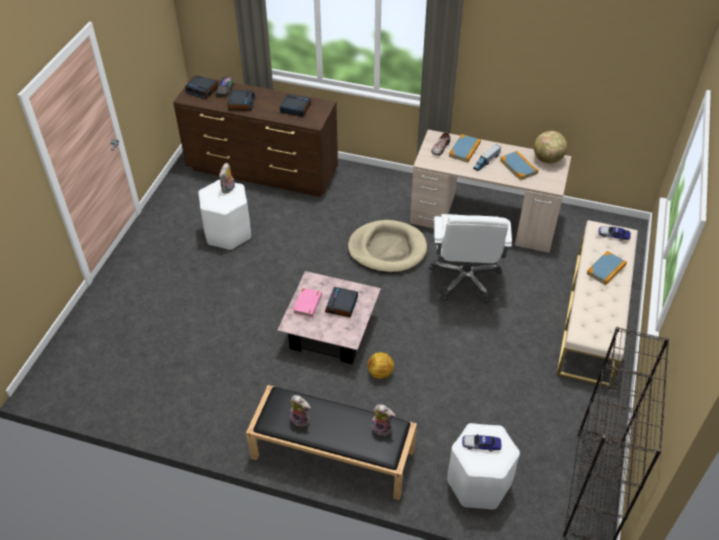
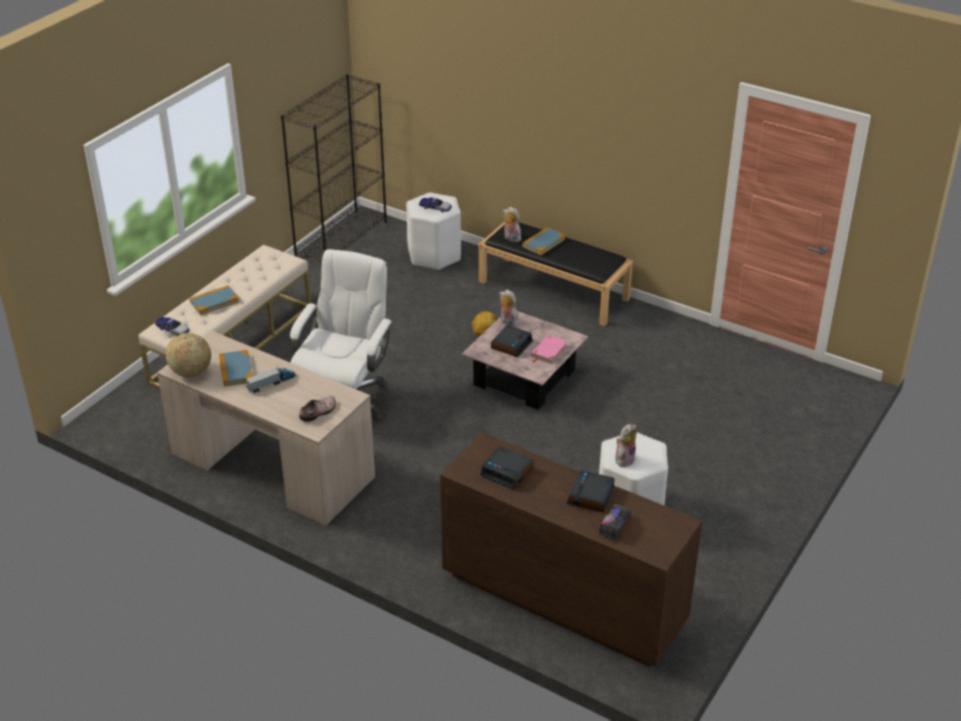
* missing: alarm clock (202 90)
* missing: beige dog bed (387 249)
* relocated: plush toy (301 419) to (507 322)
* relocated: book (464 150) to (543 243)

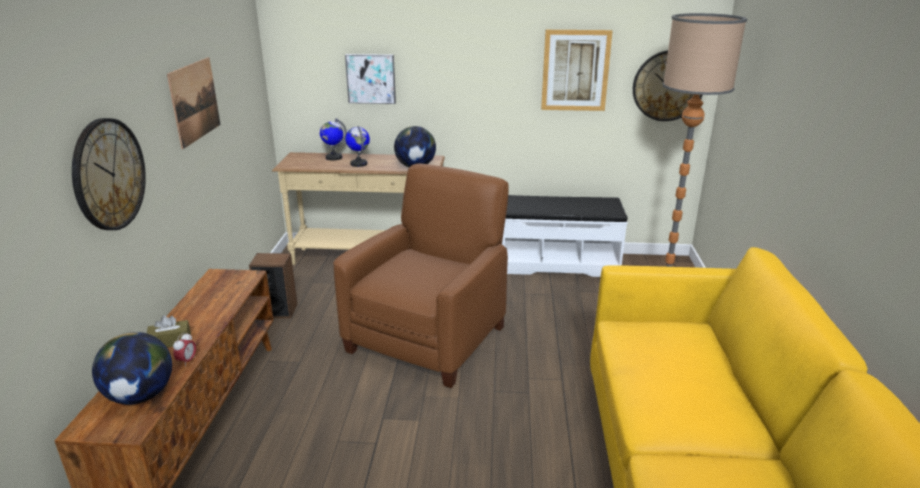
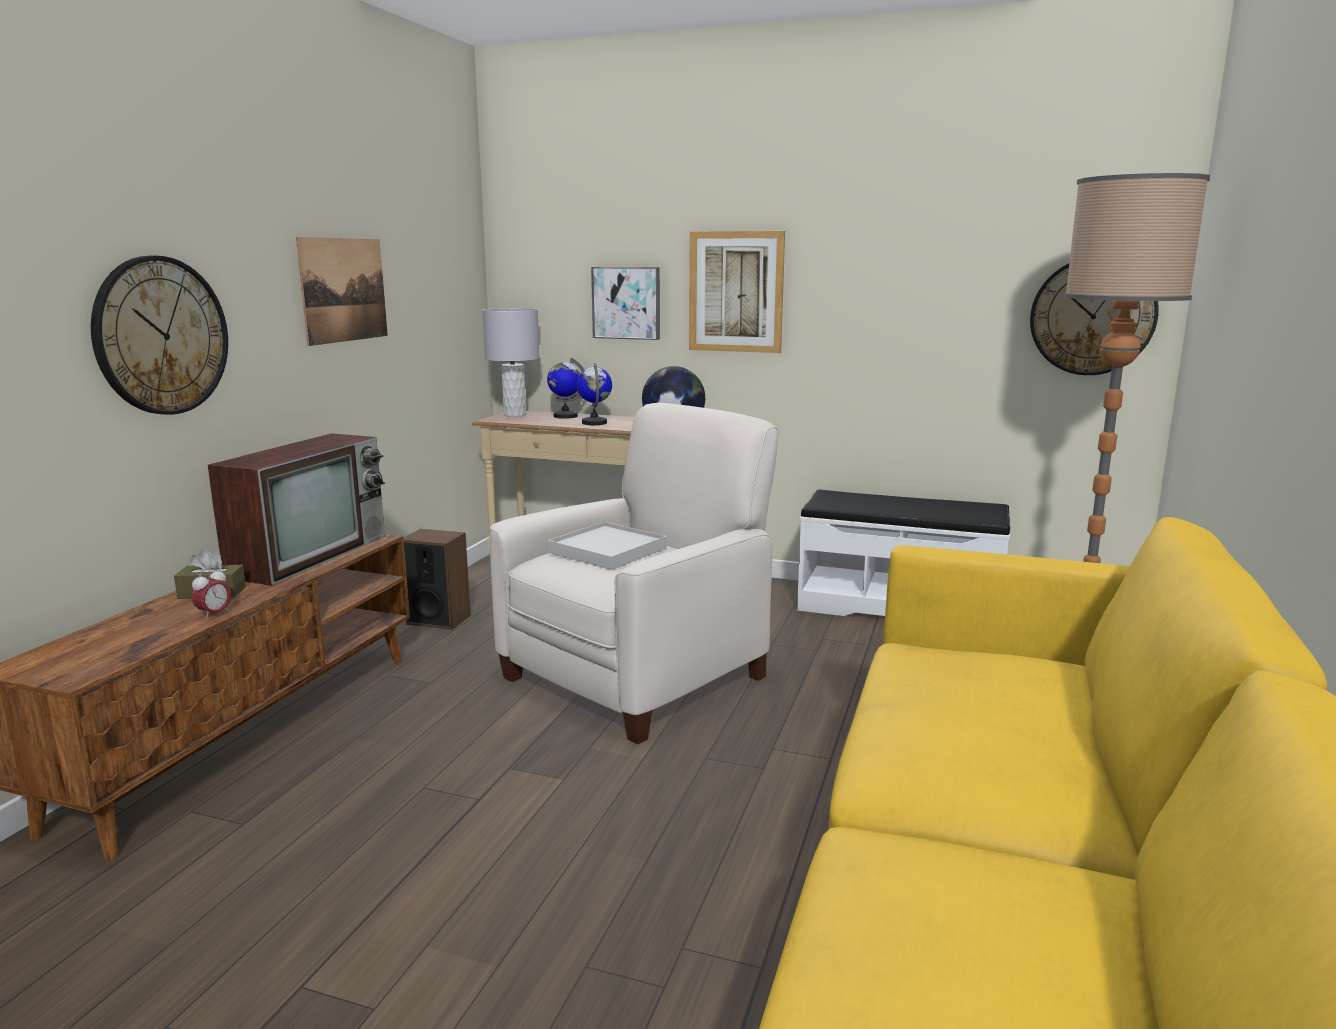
* missing: globe (140 396)
* appeared: television (311 554)
* appeared: grey table lamp (515 414)
* appeared: white tray (607 550)
* relocated: picture (575 70) to (736 292)
* colour: brown armchair (428 338) to white armchair (637 676)

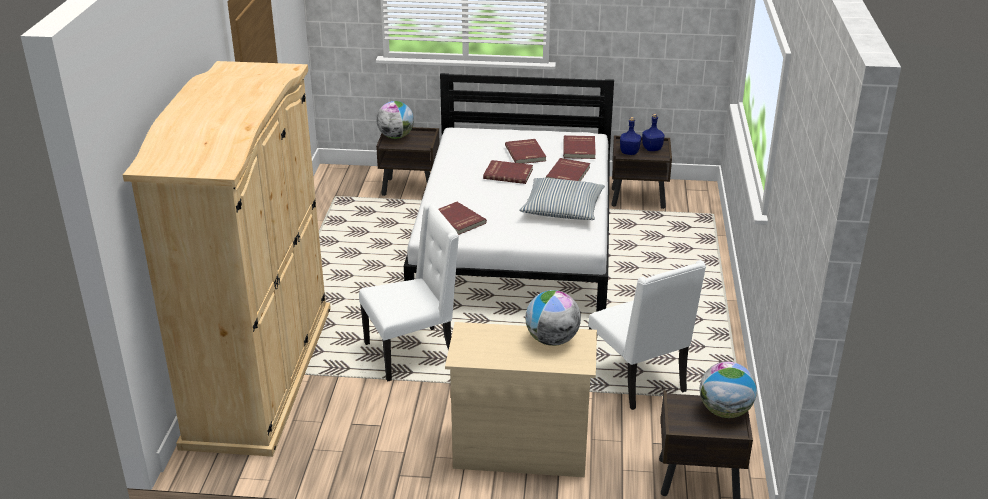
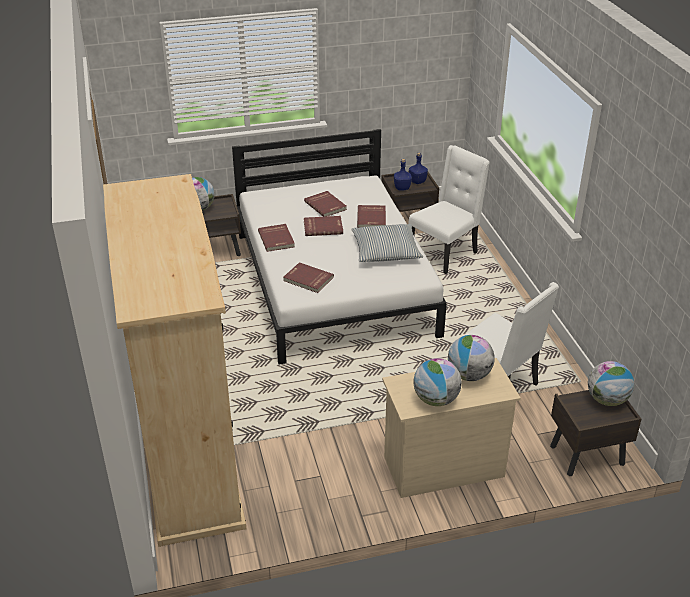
* appeared: globe (436 399)
* relocated: white chair (412 352) to (444 253)
* relocated: red book (580 149) to (277 239)

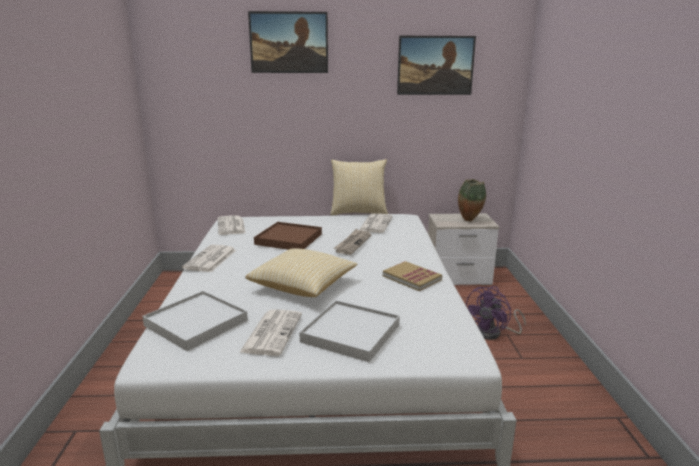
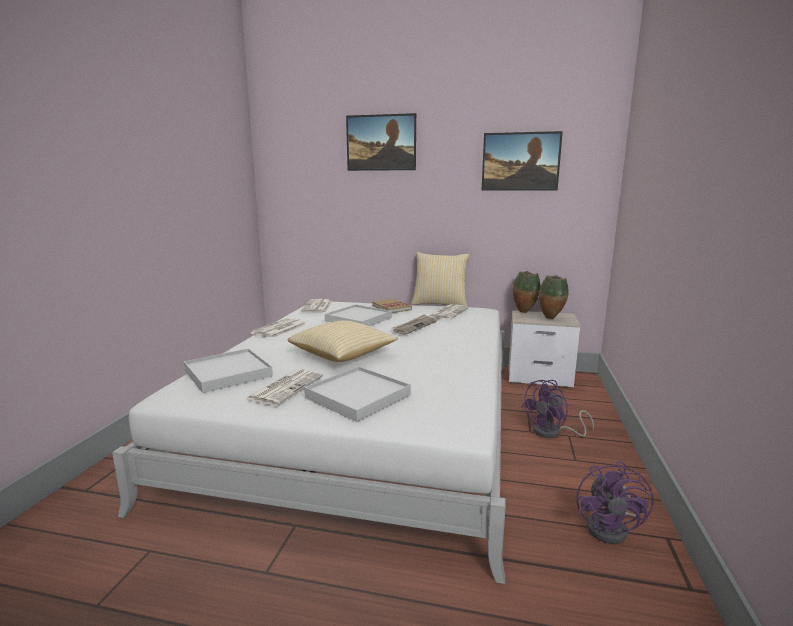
* appeared: vase (524 312)
* appeared: purple fan (612 528)
* relocated: book (412 278) to (391 308)
* colour: brown tray (288 239) to white tray (358 319)

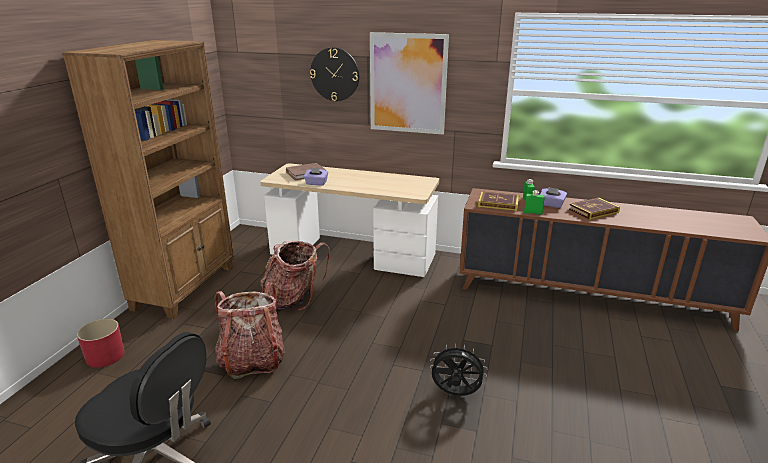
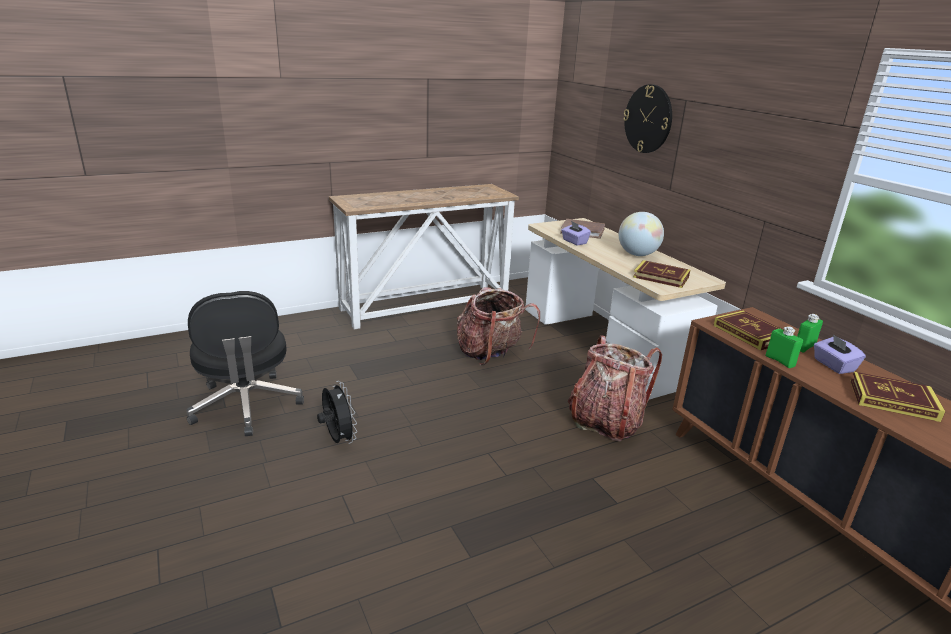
* missing: red planter (105 356)
* missing: picture (408 84)
* appeared: globe (637 254)
* appeared: book (661 277)
* relocated: backpack (252 360) to (605 421)
* relocated: black fan (455 394) to (338 439)
* exchanged: brown bookcase (186 287) to console table (426 305)

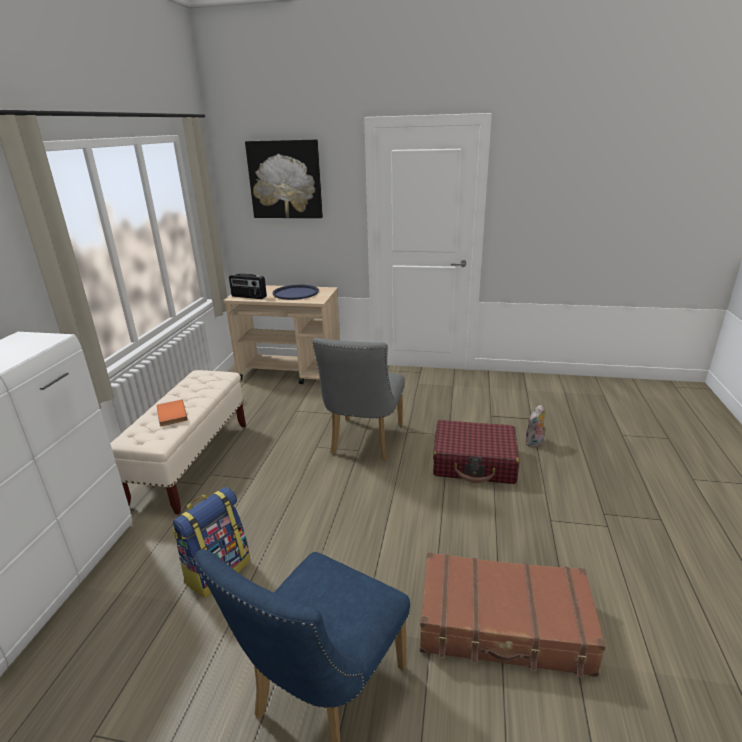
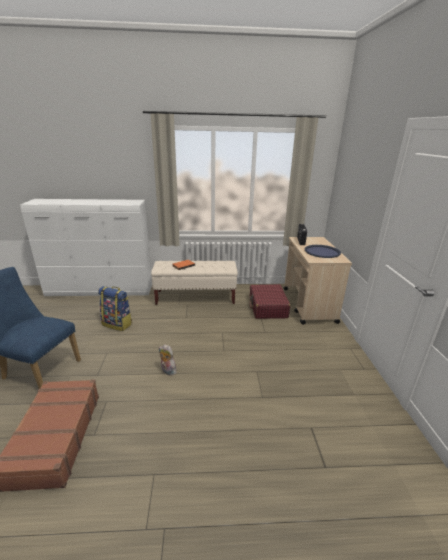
* missing: picture (285 180)
* missing: grey chair (364 442)
* relocated: red suitcase (474 462) to (267 307)
* relocated: plush toy (534 443) to (167 371)

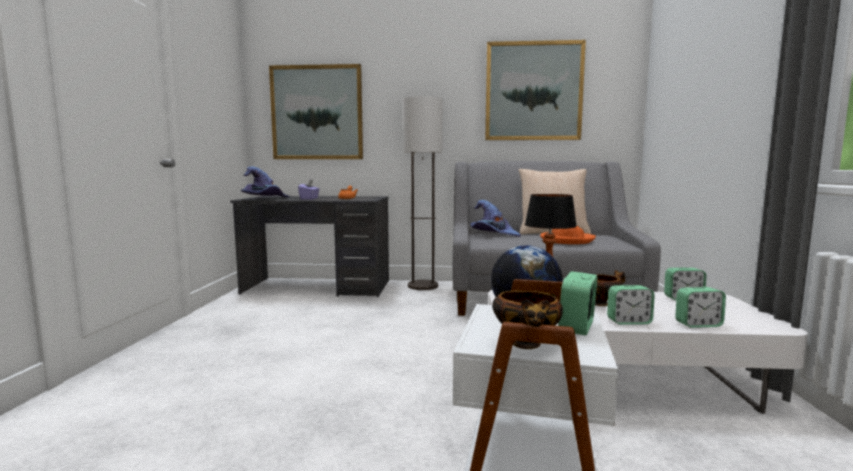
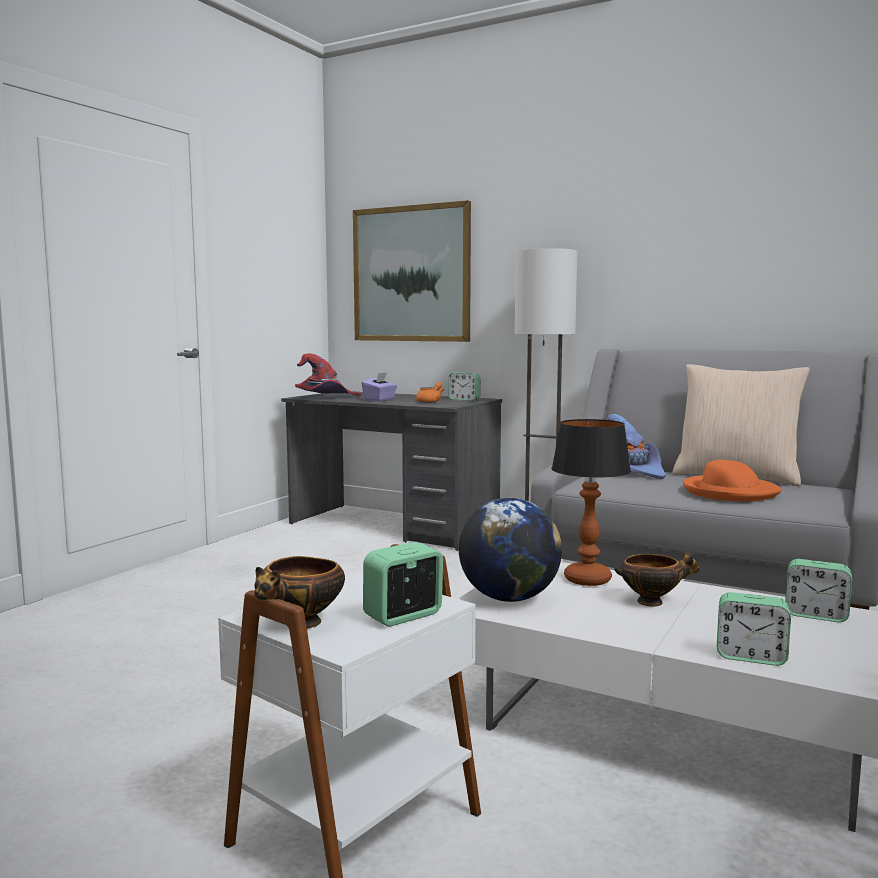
* missing: picture (533 91)
* relocated: alarm clock (629 321) to (464 400)
* colour: purple hat (264 199) to red hat (325 397)

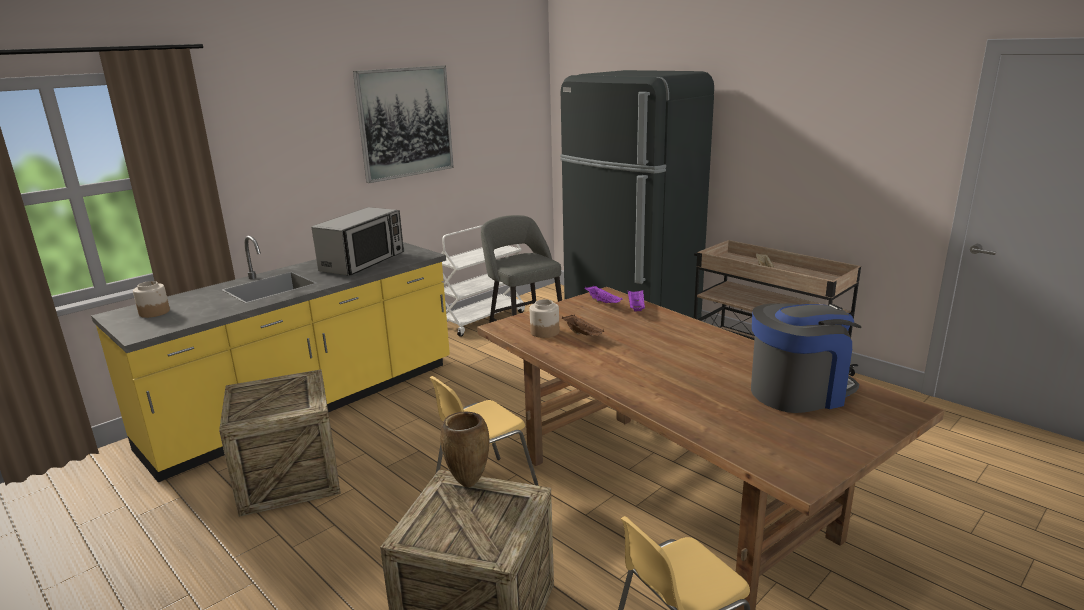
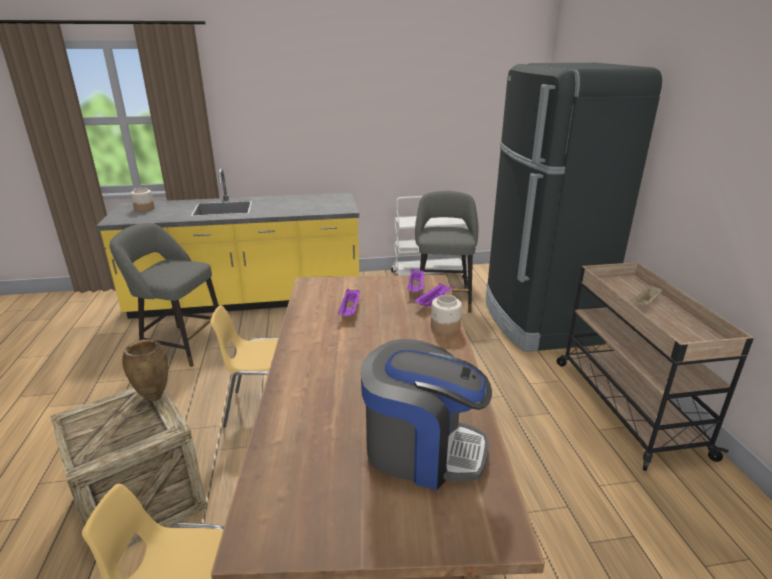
* missing: microwave (363 262)
* missing: picture (405 122)
* relocated: jar (545 332) to (445 327)
* exchanged: crate (289 478) to grey stool (180 345)
* colour: brown tray (583 334) to purple tray (350 311)

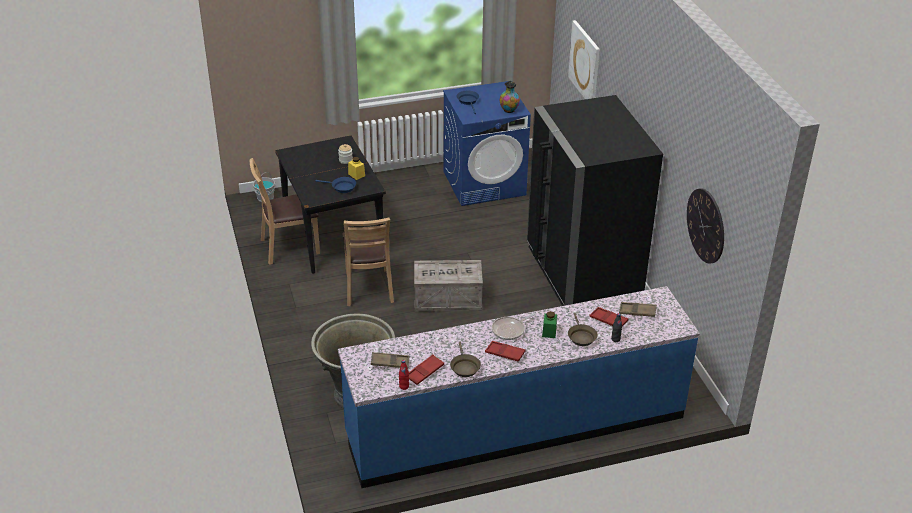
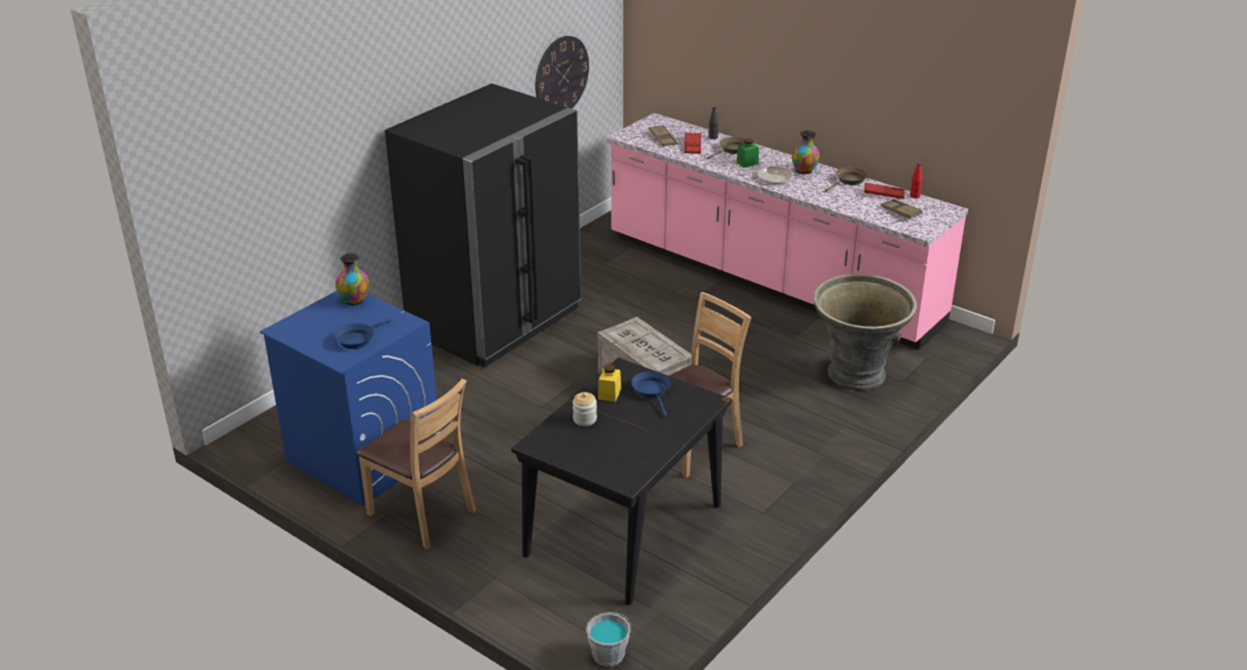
* missing: picture (585 63)
* relocated: brown chair (289 247) to (422 514)
* exchanged: red tray (505 353) to vase (804 171)
* colour: blue counter (515 426) to pink counter (770 281)

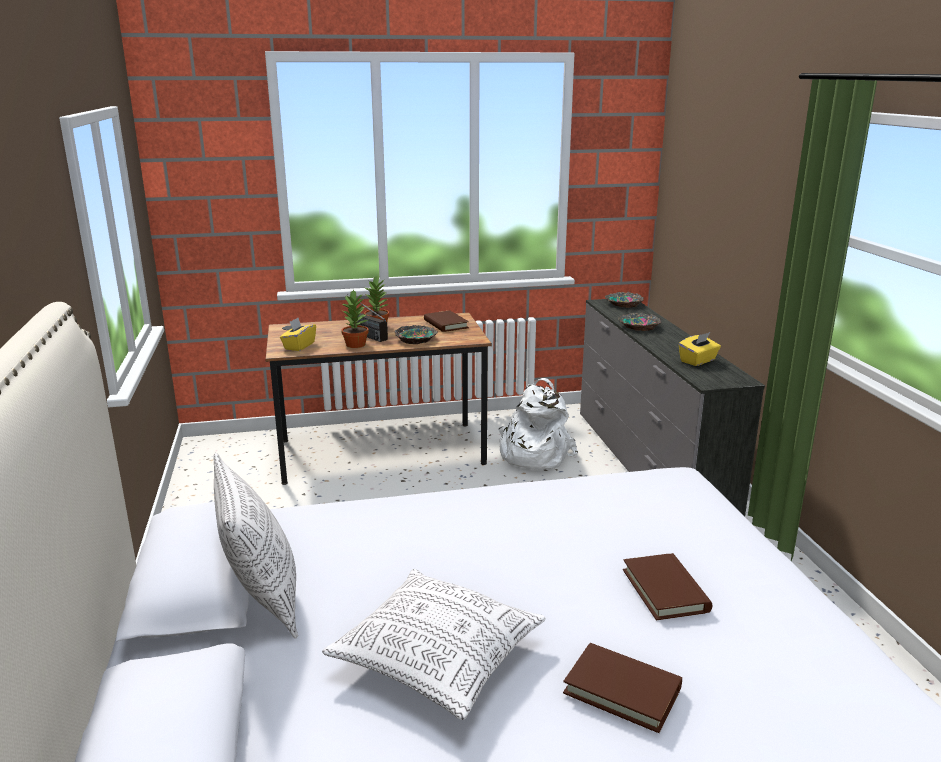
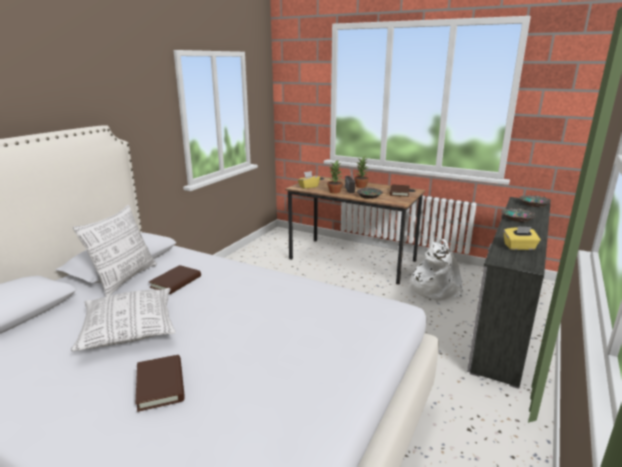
* relocated: brown book (665 590) to (176 282)

